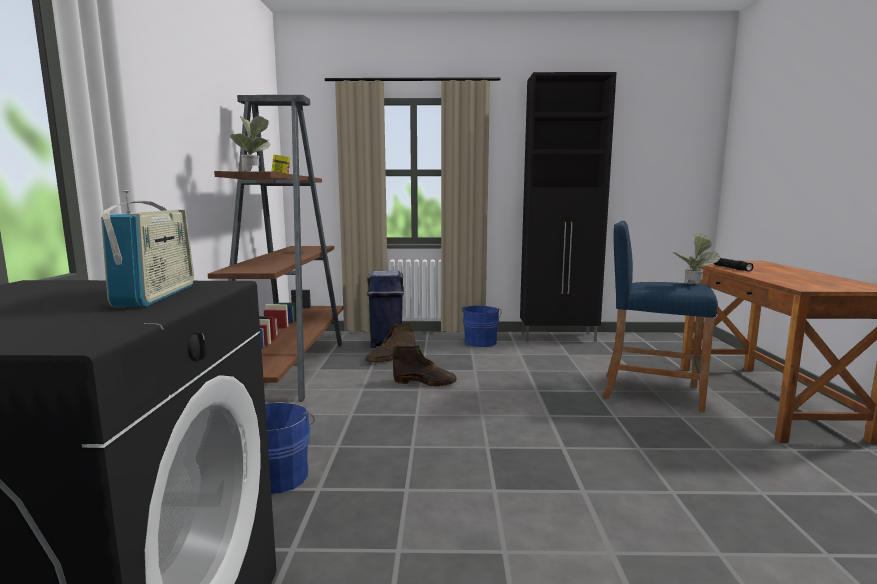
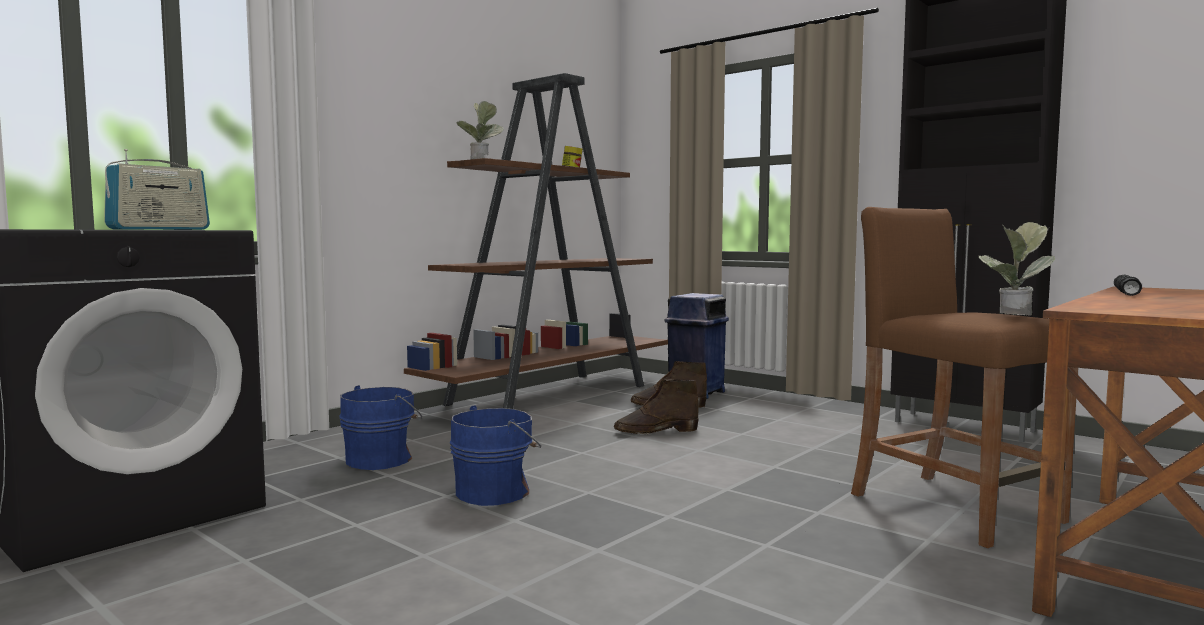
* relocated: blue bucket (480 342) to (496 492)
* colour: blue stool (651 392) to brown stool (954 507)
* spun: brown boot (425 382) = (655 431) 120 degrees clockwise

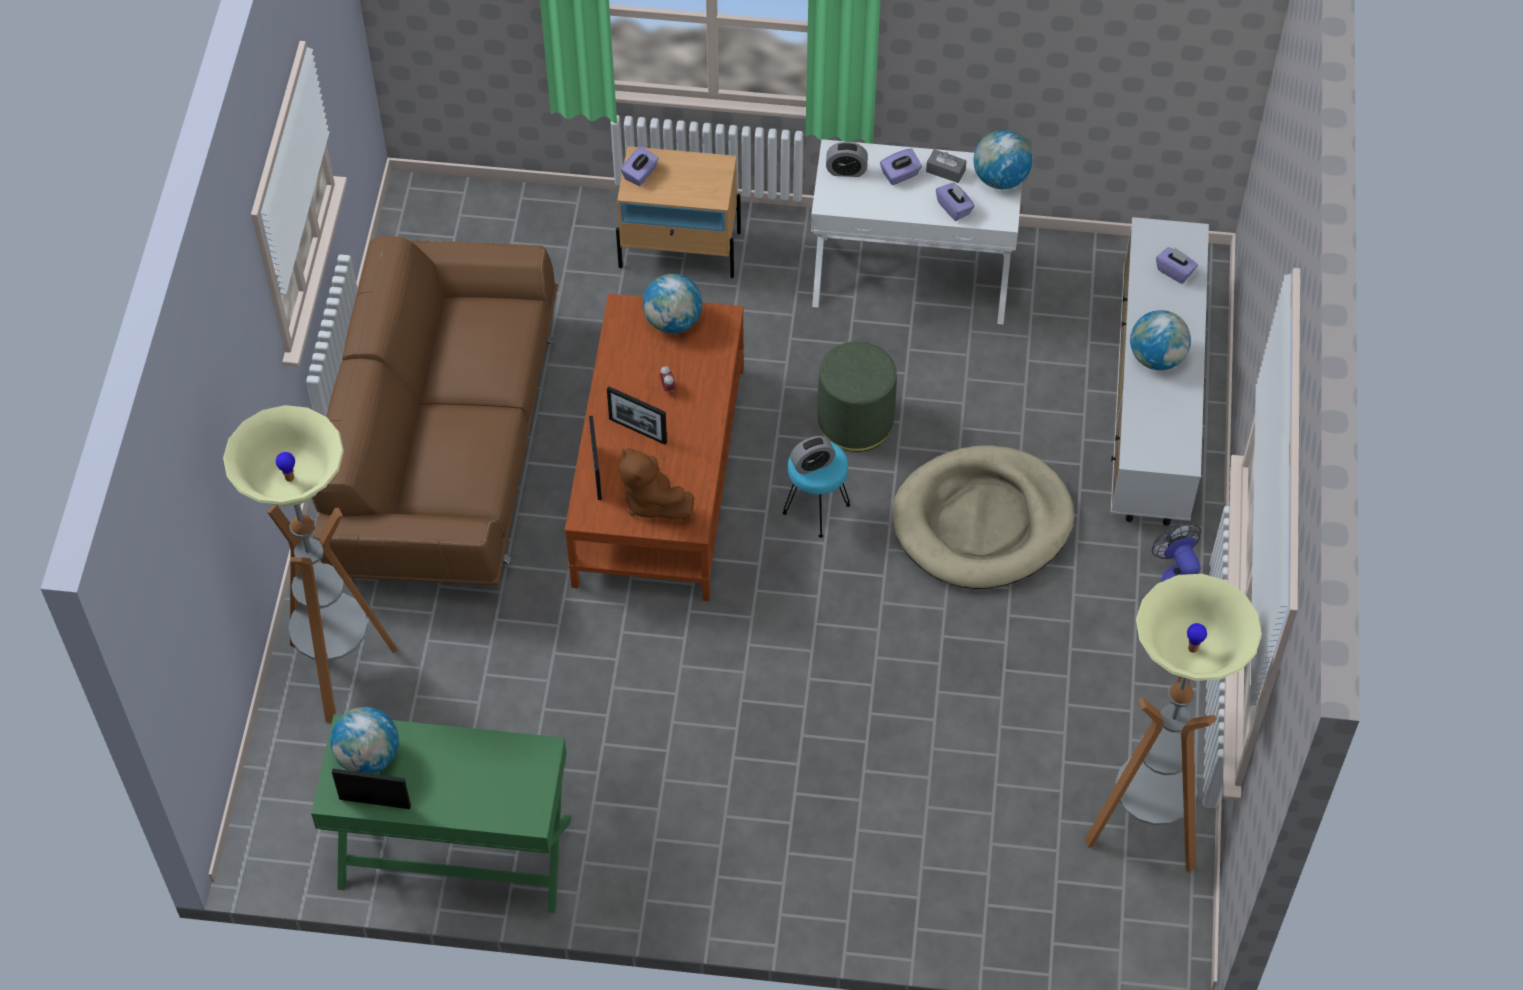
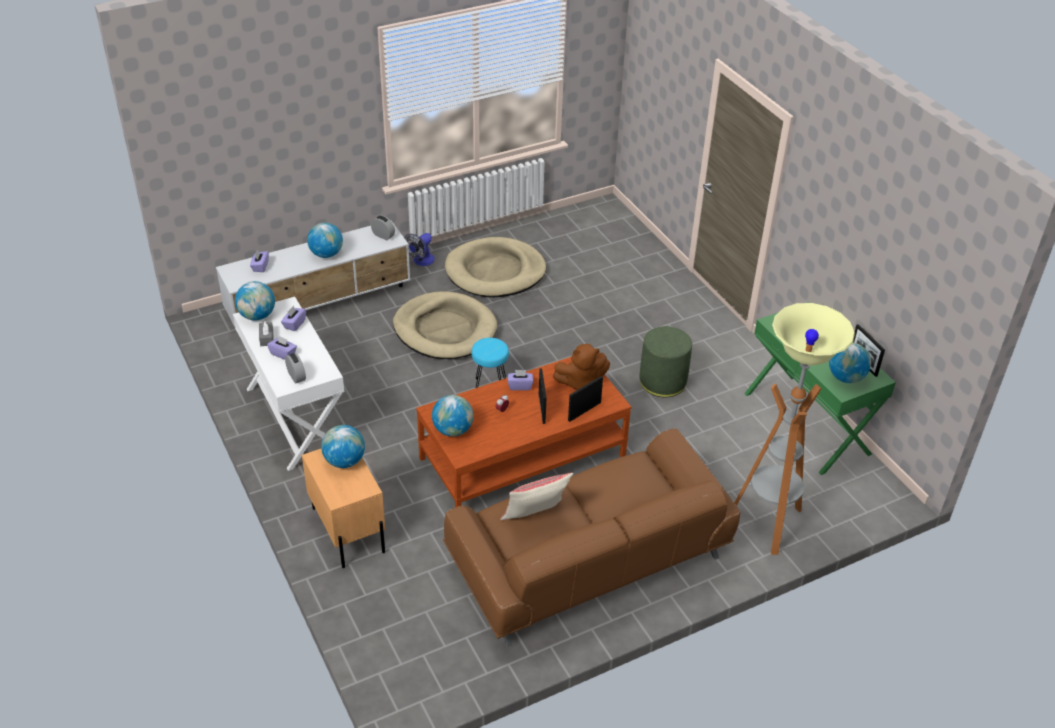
* missing: floor lamp (1145 829)
* appeared: globe (344 461)
* appeared: beige dog bed (495 271)
* appeared: beige pillow (535 517)
* relocated: purple tissue box (640 174) to (520 386)
* relocated: alarm clock (812 464) to (383 235)
* relocated: green ottoman (855 421) to (663 381)
* spun: brown plush toy (651 500) = (581 382) 60 degrees clockwise

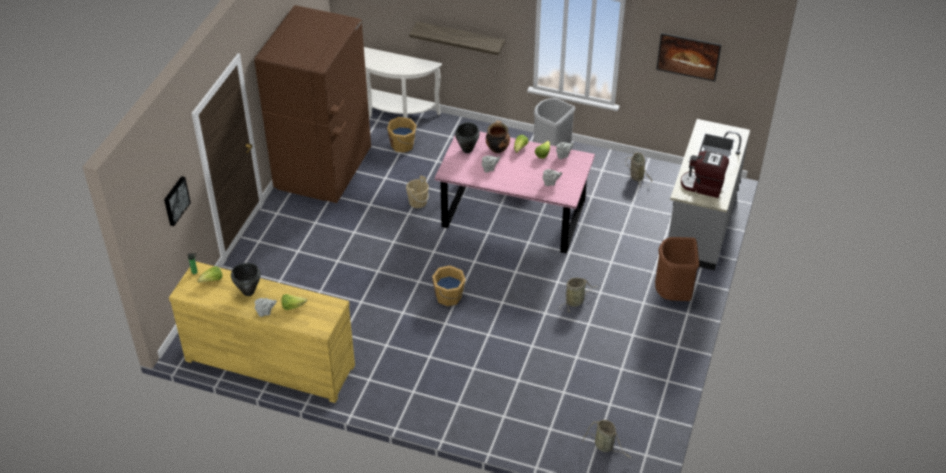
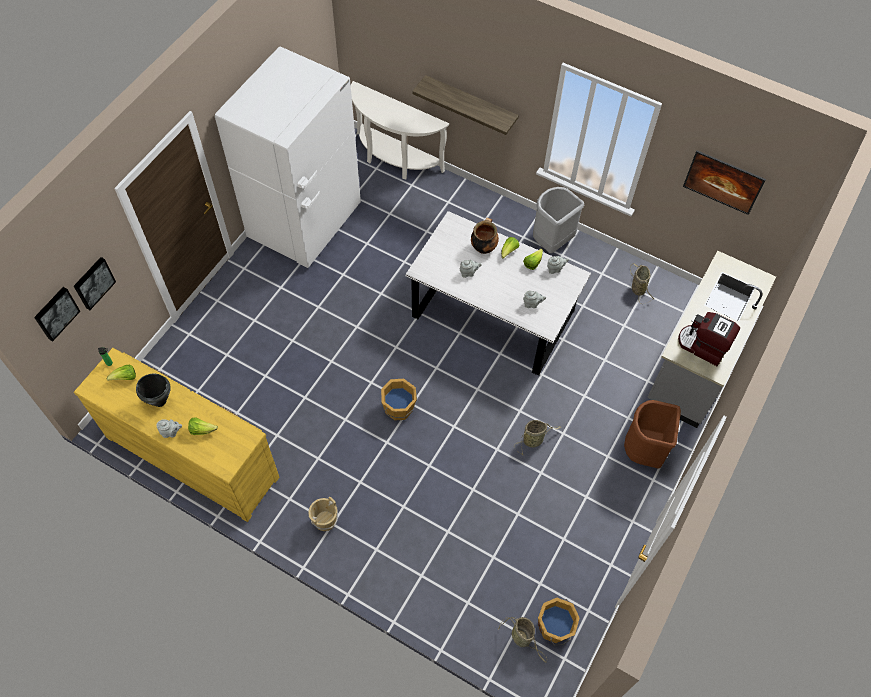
* missing: black cooking pot (467 150)
* appeared: picture (55 313)
* relocated: orange bucket (403 145) to (555 627)
* relocated: beige bucket (418 202) to (325 520)
* colour: brown fridge (324 170) to white fridge (305 222)
* colour: pink dining table (513 214) to white dining table (492 314)

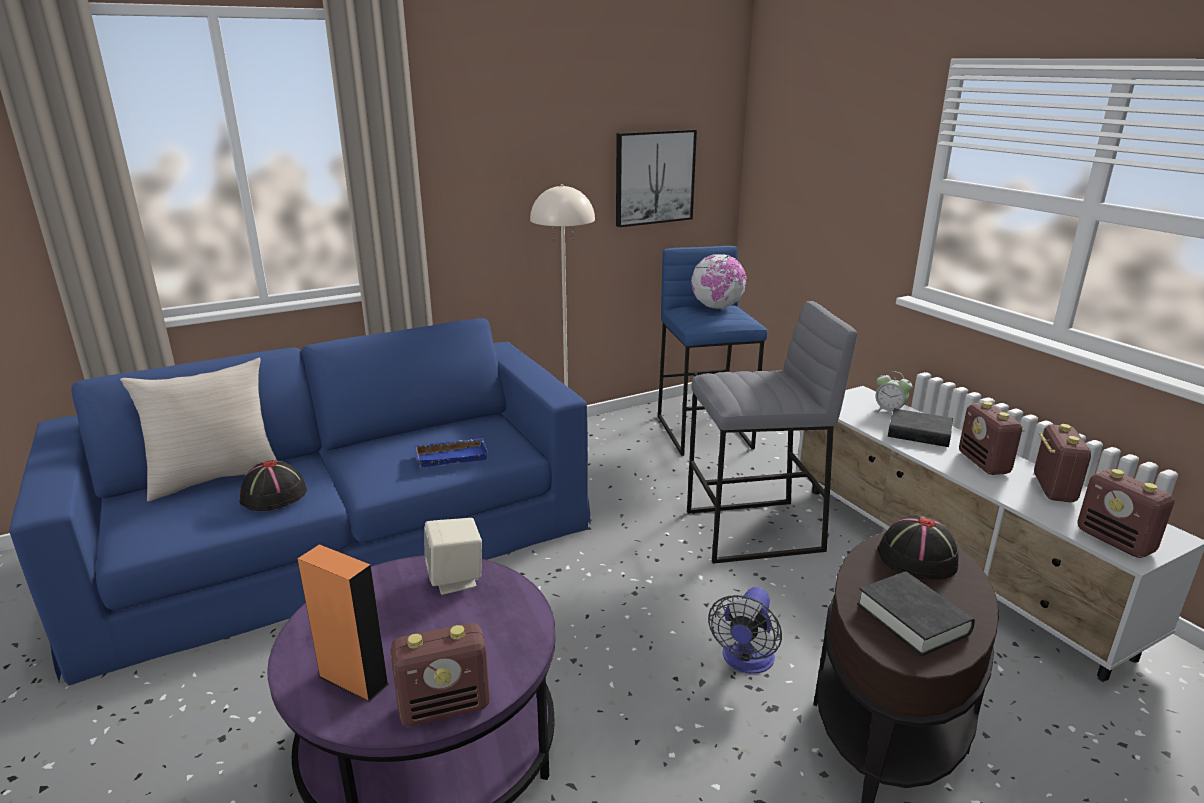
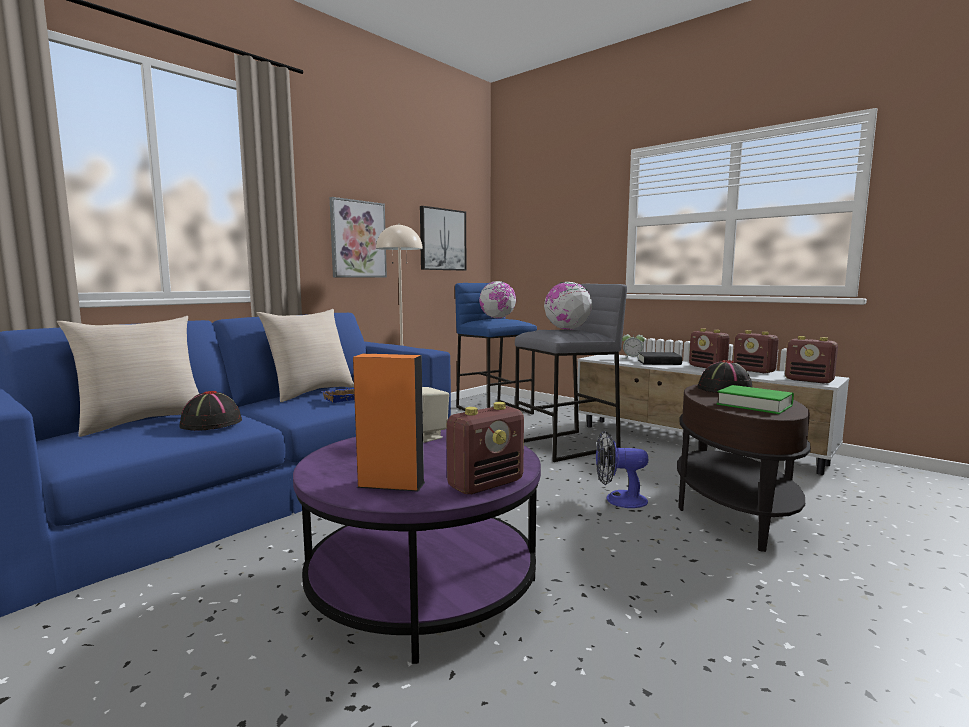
* appeared: beige pillow (311 392)
* appeared: picture (358 239)
* appeared: globe (567 329)
* colour: black book (912 619) to green book (754 405)
* spun: fan (745 661) = (618 500) 90 degrees clockwise
* spun: radio (1053 488) = (754 371) 150 degrees clockwise

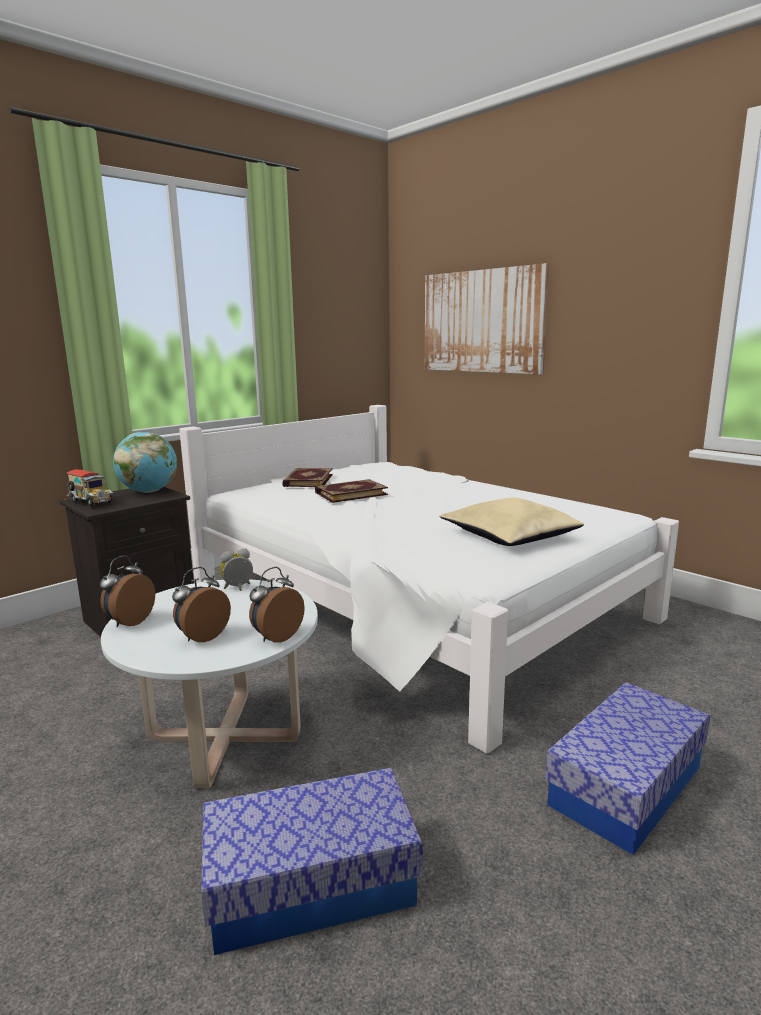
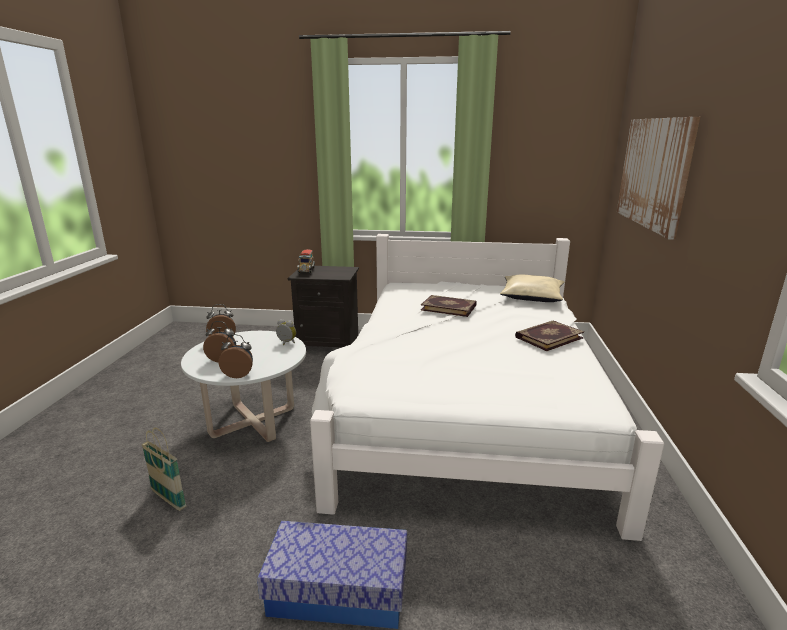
* missing: globe (149 491)
* relocated: book (307 480) to (548 337)
* relocated: beige pillow (509 535) to (531 296)
* exchanged: storage box (311 884) to basket (168 499)

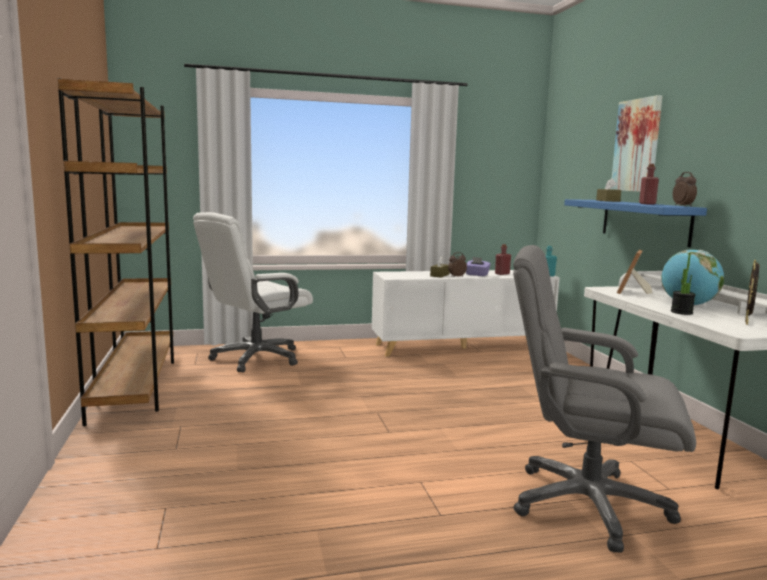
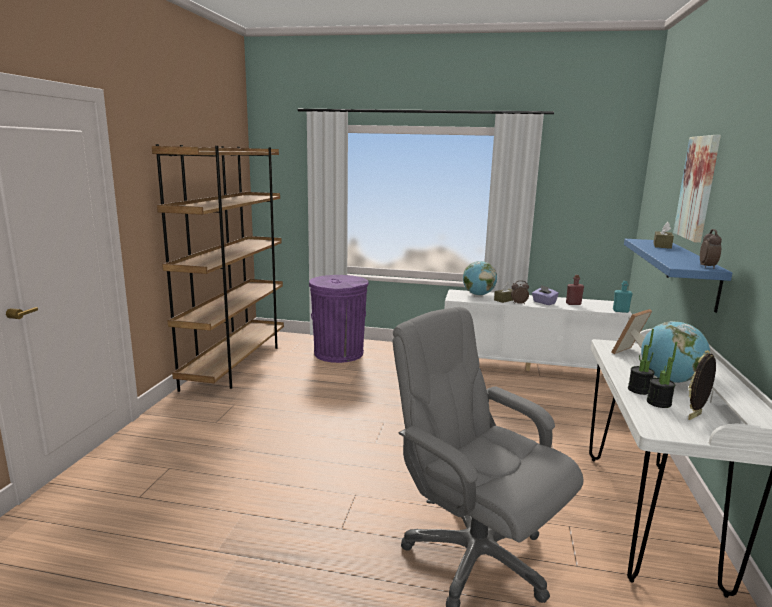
* missing: red bottle (647 204)
* appeared: globe (478 294)
* appeared: potted plant (658 403)
* exchanged: white office chair (256 358) to purple trash can (338 353)

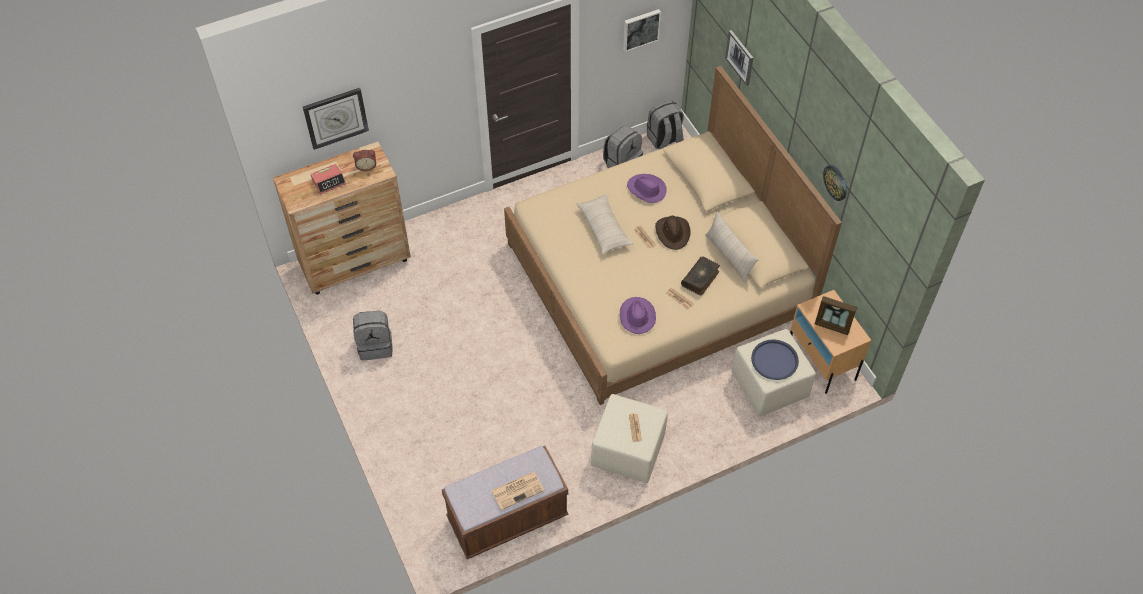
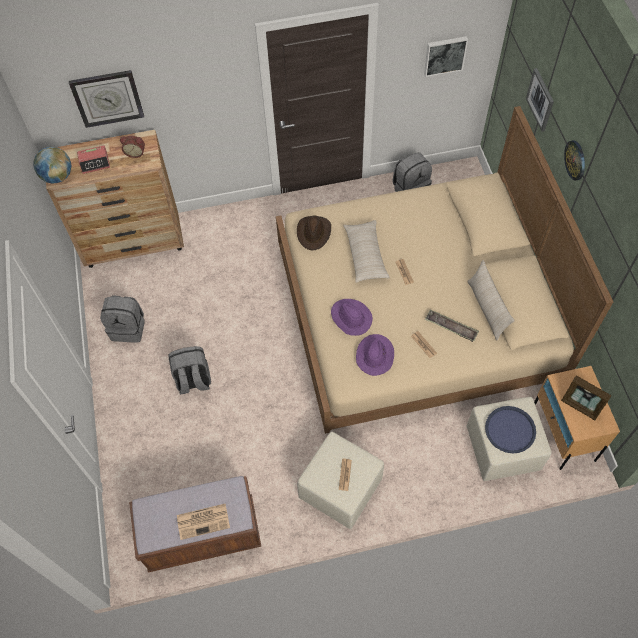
* appeared: globe (57 176)
* relocated: purple hat (646 189) to (350 318)
* relocated: grey backpack (664 139) to (193 380)
* relocated: brown hat (673 233) to (314 233)
* relocated: wall clock (835 182) to (575 160)
* exchanged: book (700 279) to tray (451 327)

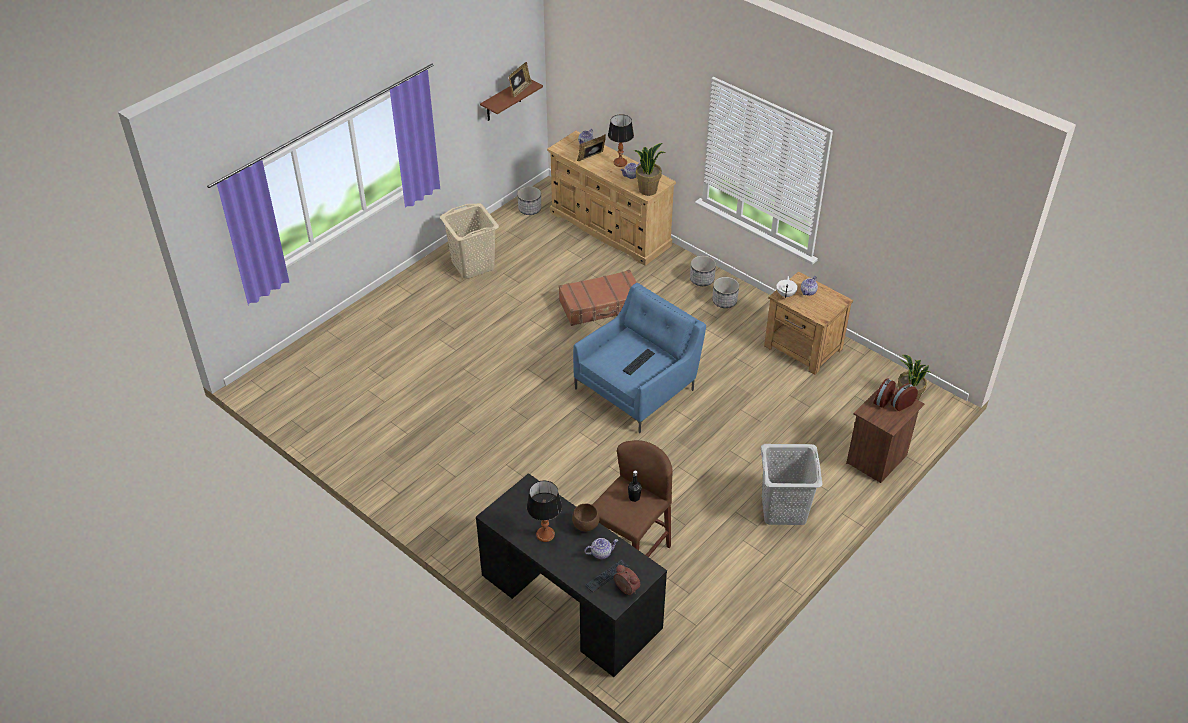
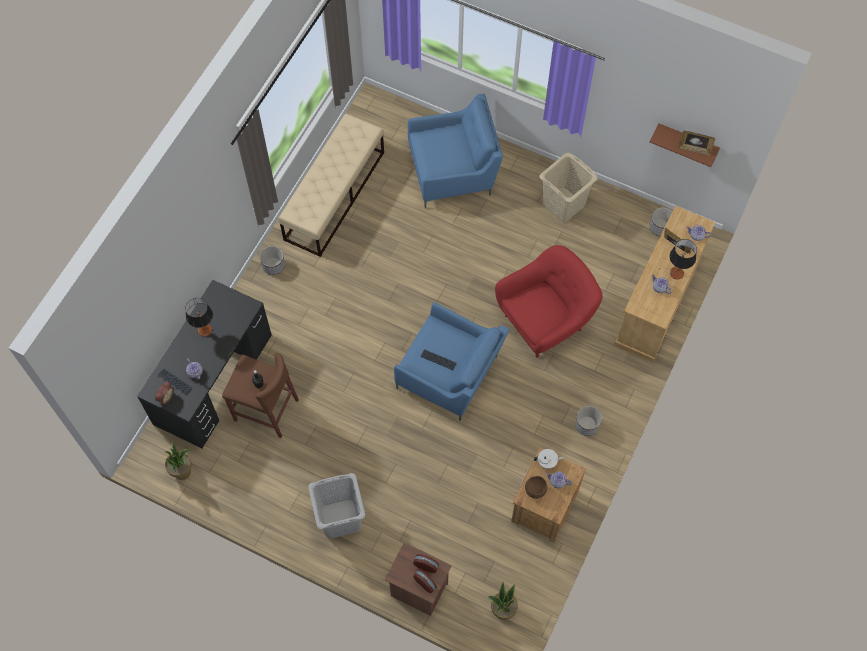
* appeared: beige bench (335 195)
* appeared: blue armchair (453 171)
* relocated: brown bowl (585 525) to (535 490)
* relocated: potted plant (648 190) to (182 471)
* relocated: planter (701 280) to (273 265)
* exchanged: brown suitcase (601 305) to red armchair (545 321)

